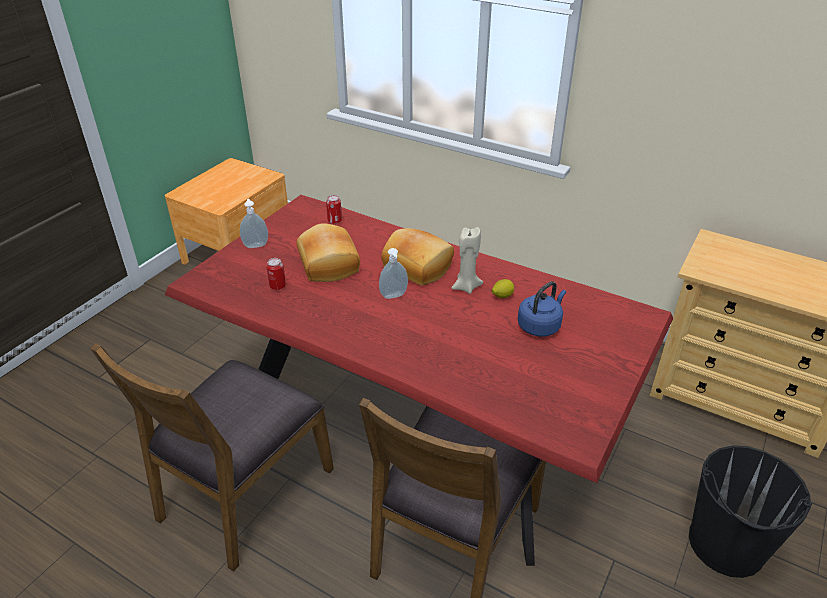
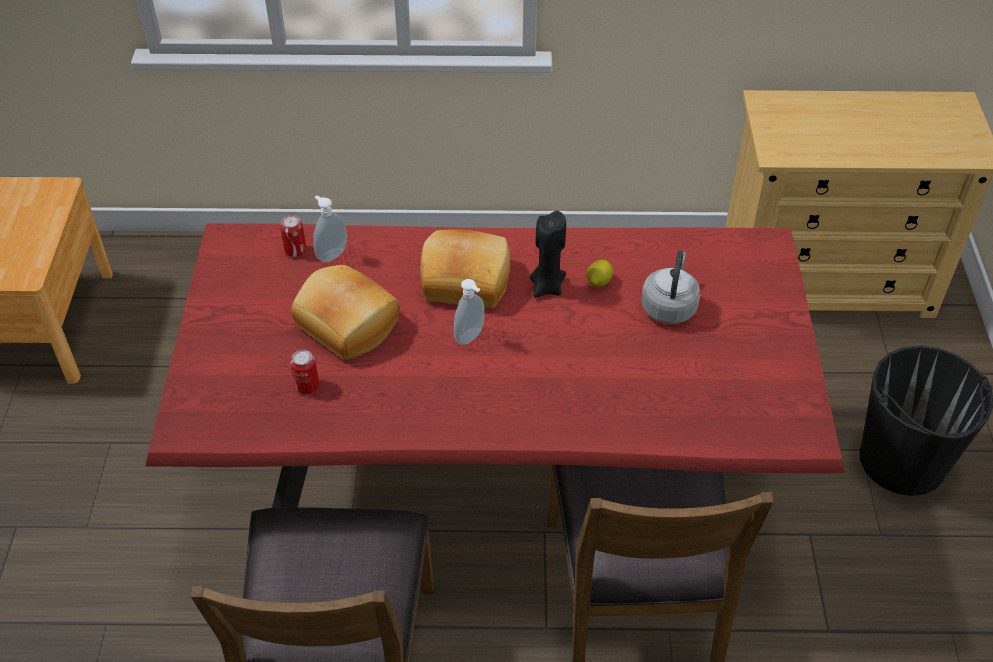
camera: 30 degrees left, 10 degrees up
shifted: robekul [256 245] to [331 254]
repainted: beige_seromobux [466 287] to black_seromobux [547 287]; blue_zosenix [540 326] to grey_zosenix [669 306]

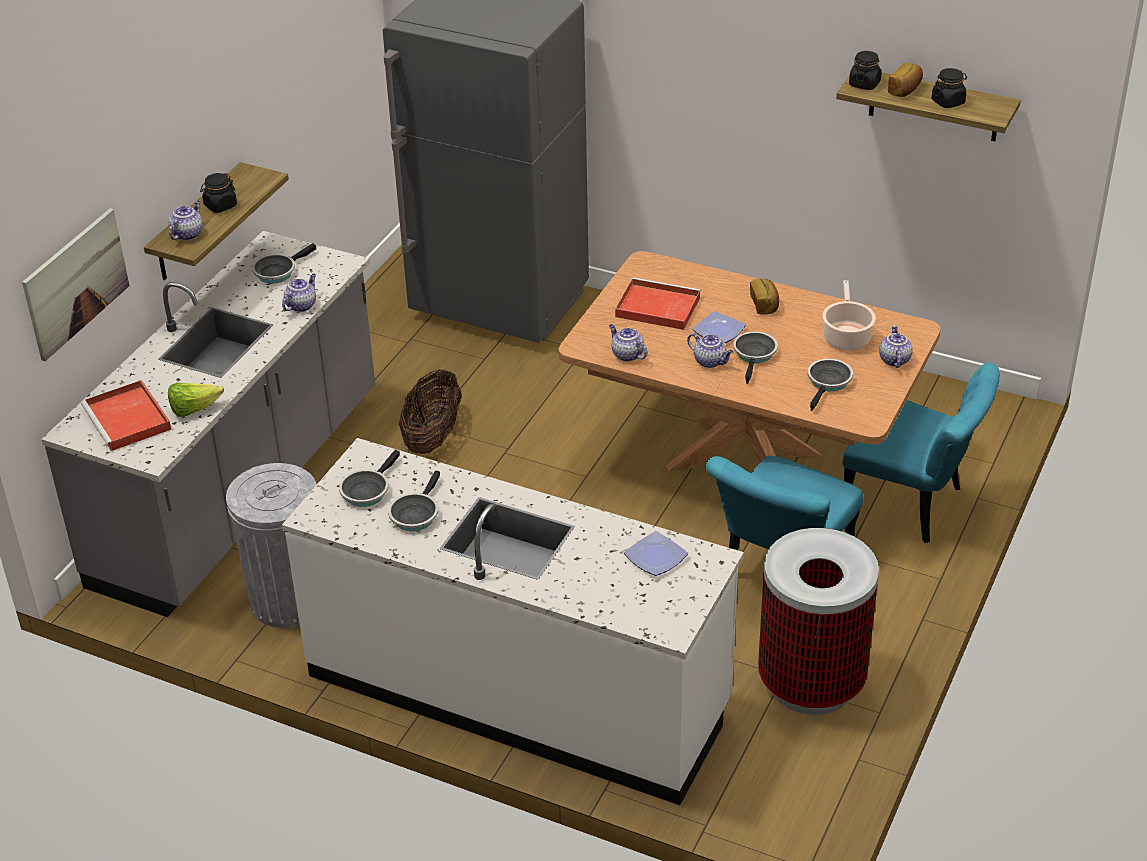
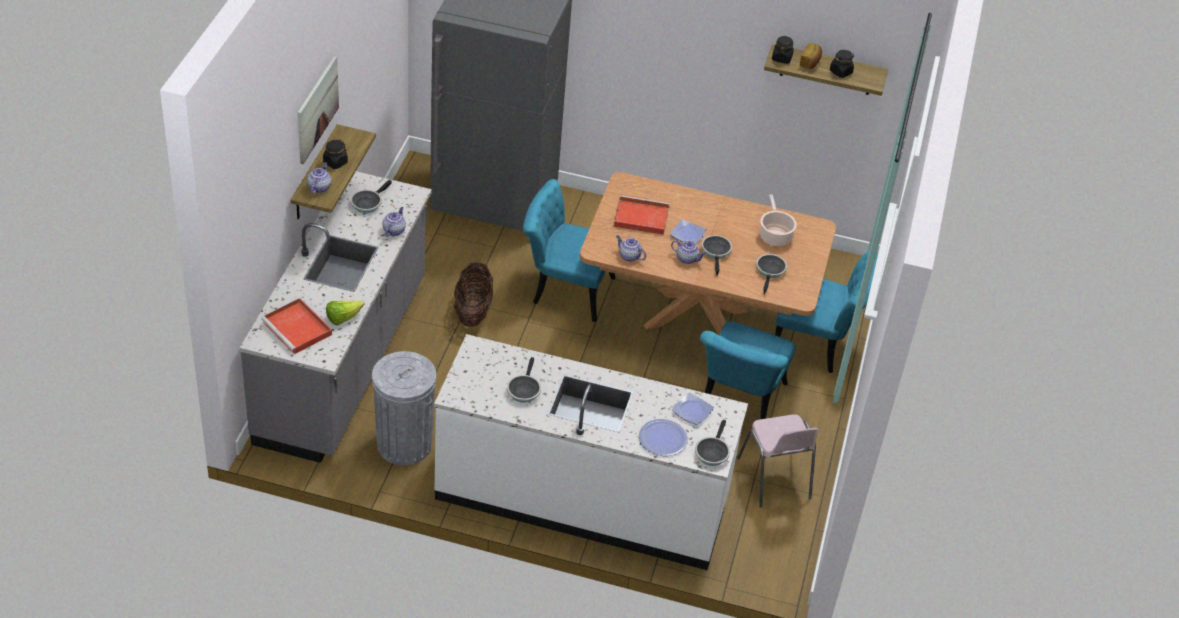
camera: 15 degrees left, 5 degrees up
gone: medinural [764 305]; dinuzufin [893 360]
new: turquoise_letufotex [564 289]; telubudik [662 438]
shifted: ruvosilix [75 283] to [317 109]; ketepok [367 490] to [712 452]
swapped: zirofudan [811 683] to pink_letufotex [774 479]

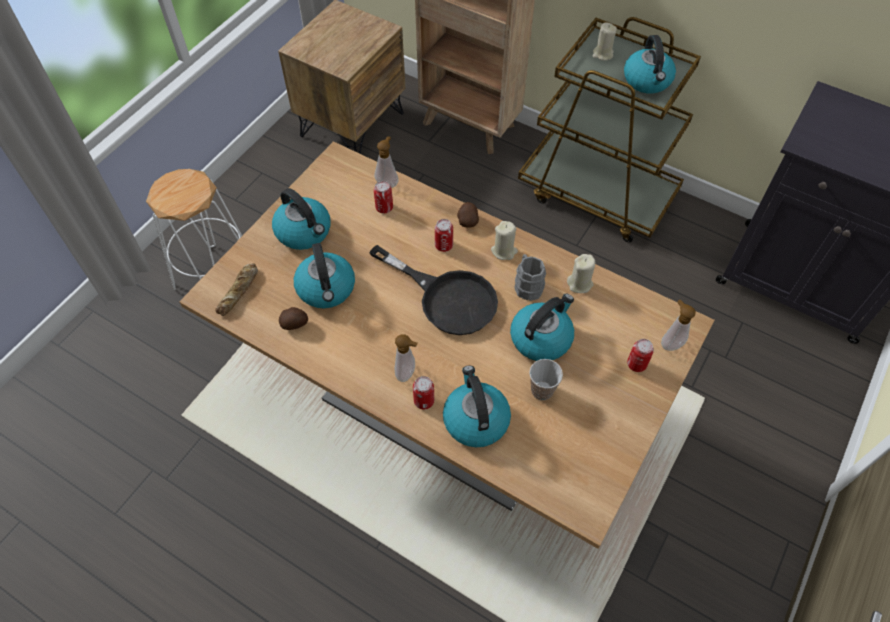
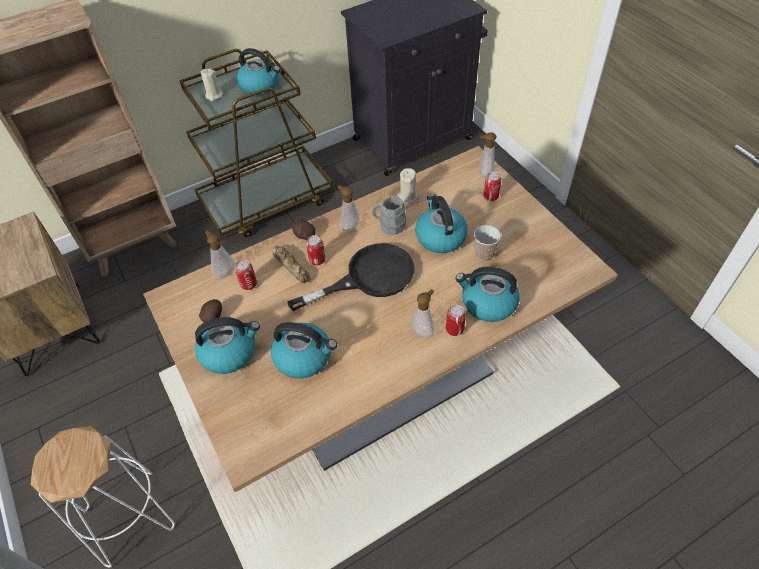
camera: 60 degrees left, 5 degrees down
shifted: medinural [239 291] to [291 266]; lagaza [295 324] to [214 316]
swapped: beige_seromobux [504 251] to robekul [349 226]

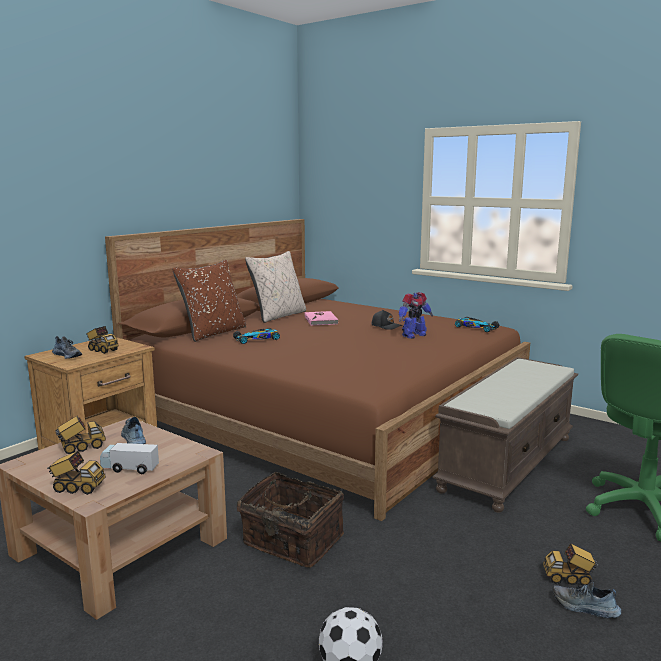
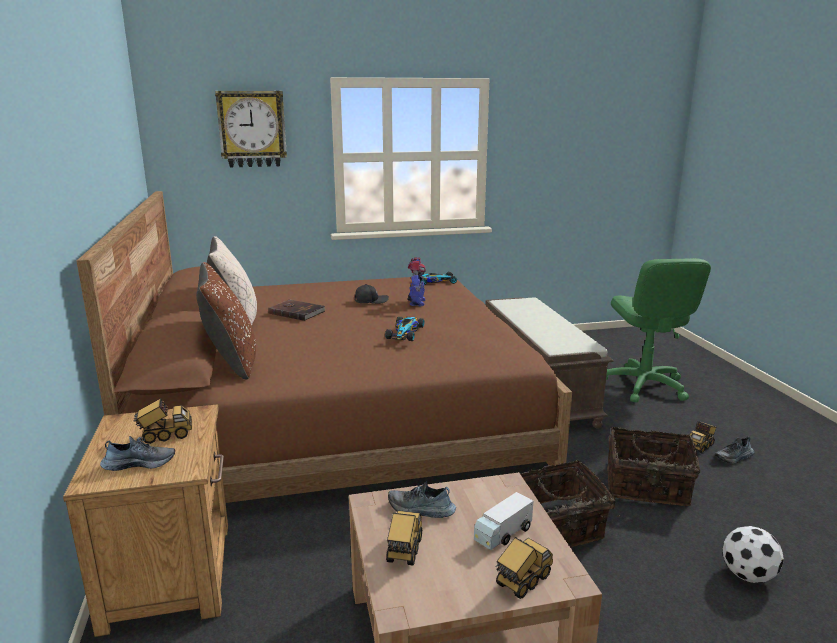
camera: 50 degrees left, 5 degrees up
new: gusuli [252 129]; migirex [647 487]
shifted: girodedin [257 339] to [405 332]
repainted: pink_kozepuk [321 320] to brown_kozepuk [297 312]

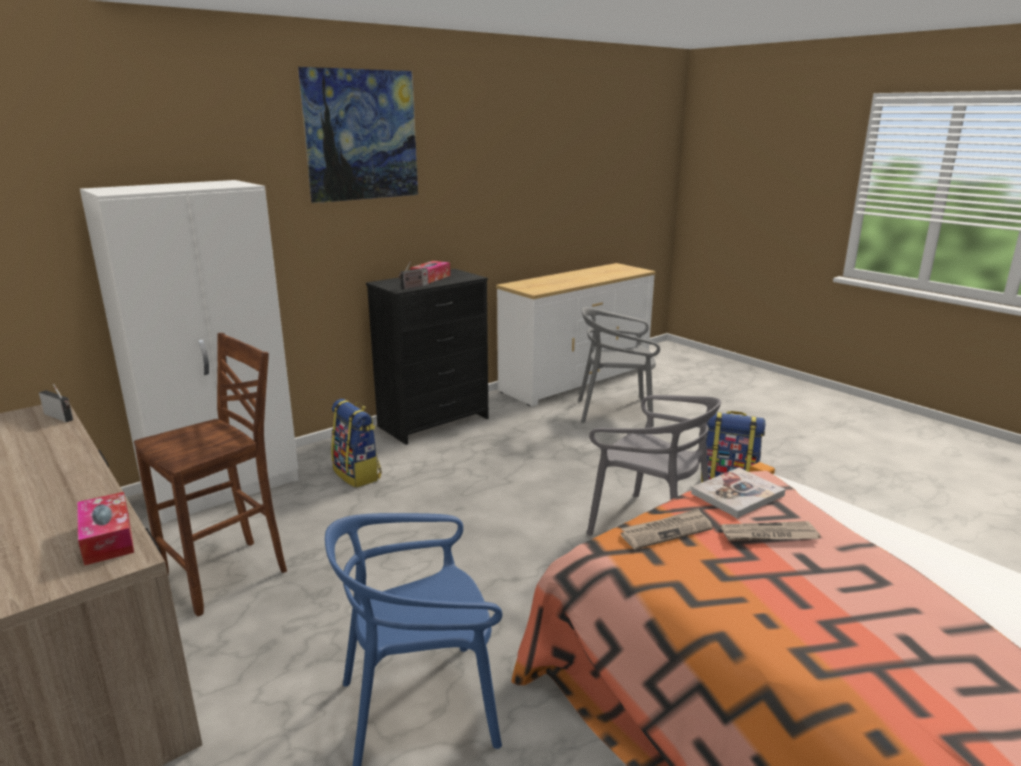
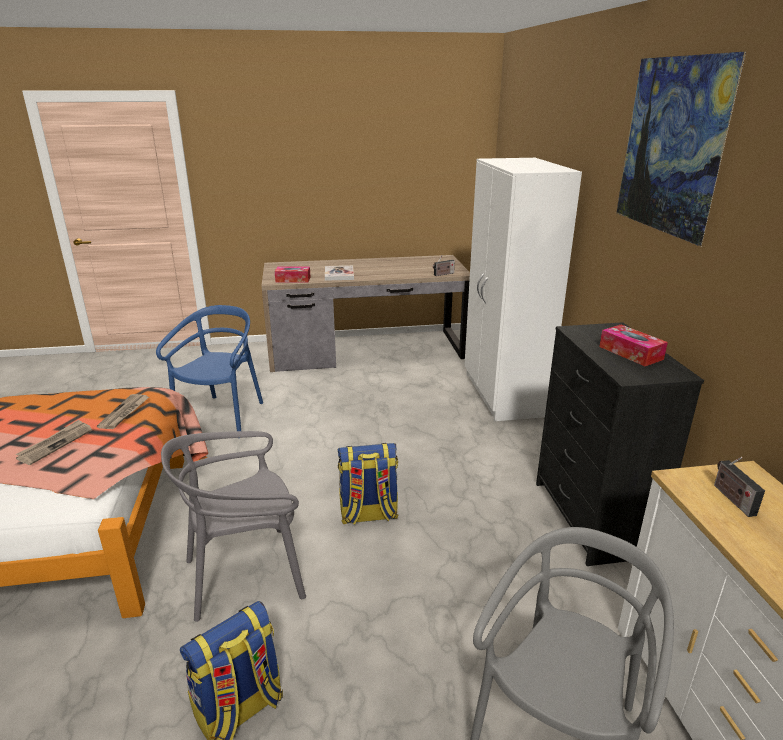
camera: 120 degrees right, 5 degrees up
gone: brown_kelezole [229 574]
shifted: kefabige [358 474] to [368 514]; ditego [414 287] to [731 498]; kozepuk [737 494] to [339 274]

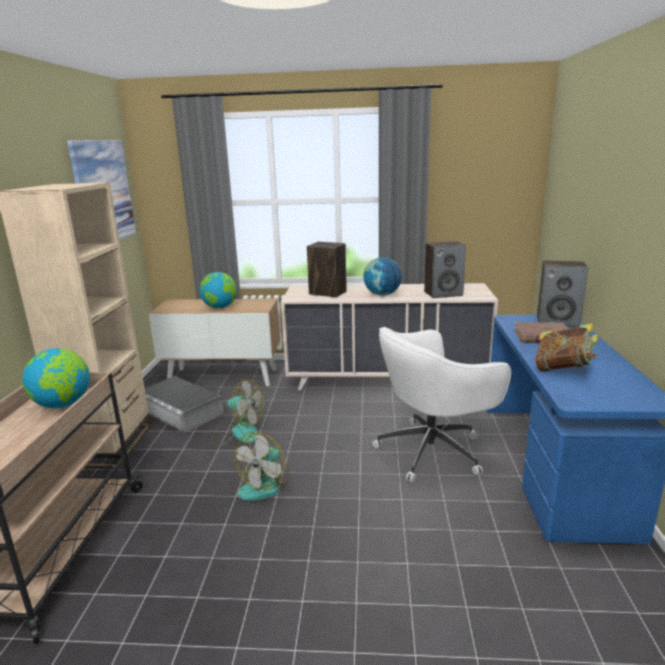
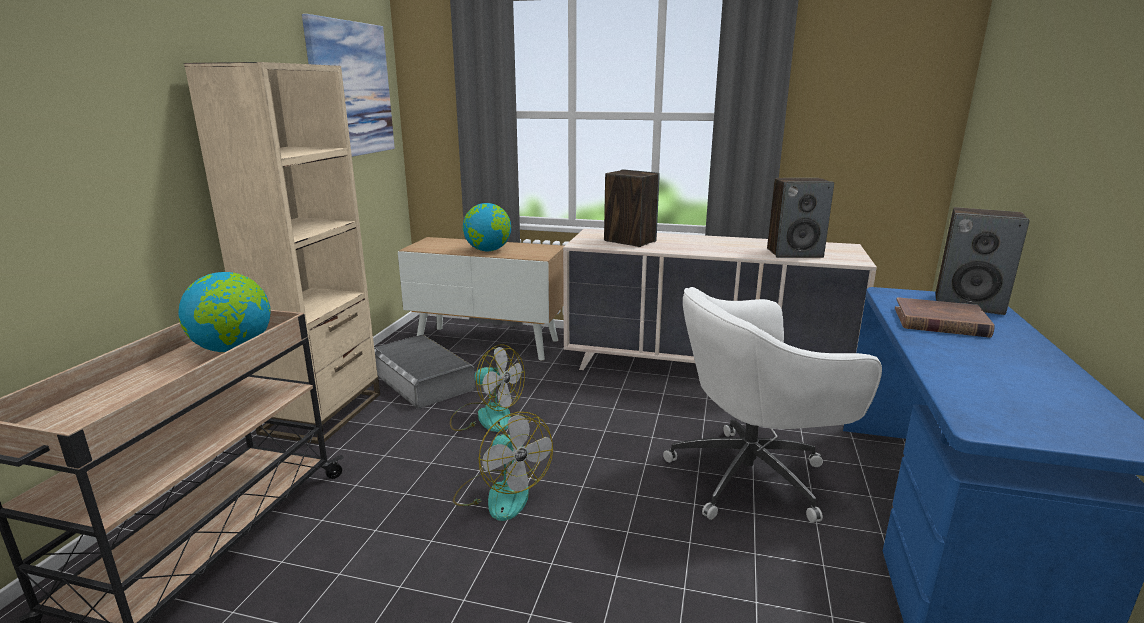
camera: 10 degrees right, 0 degrees up
gone: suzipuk [382 294]; kozepuk [563 369]
rotated: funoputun [265 485] = [501 493] 75 degrees counterclockwise

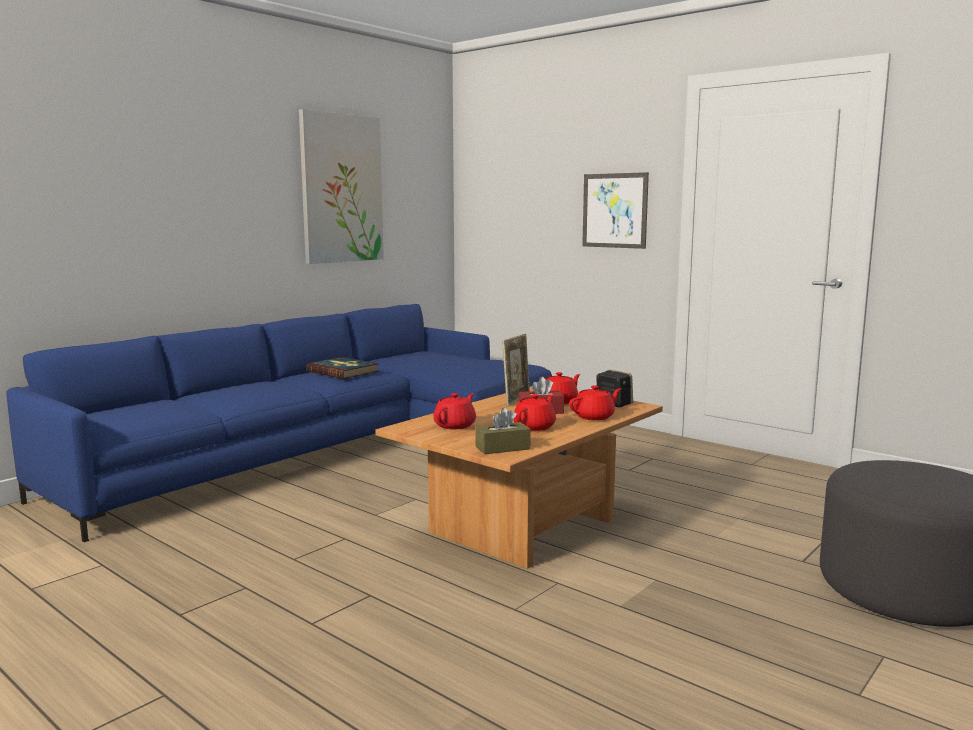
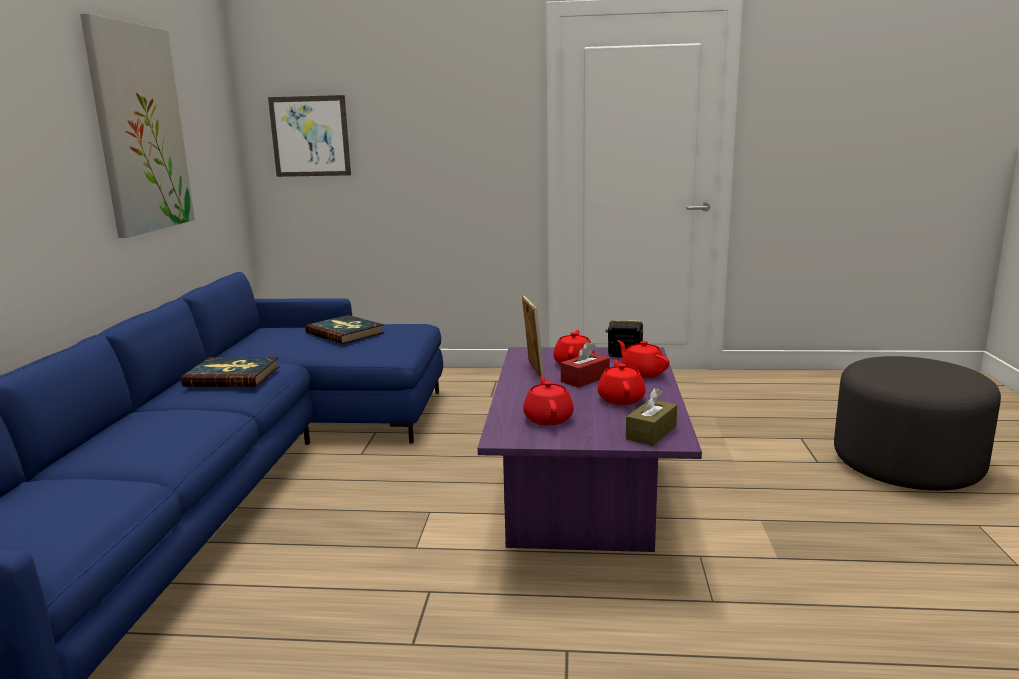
camera: 35 degrees left, 5 degrees up
new: kozepuk [345 333]
shifted: ruvosilix [614 210] to [310 136]
repainted: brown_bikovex [525 528] to purple_bikovex [585 508]
rotated: red_dinuzufin [594 417] = [642 373] 60 degrees counterclockwise

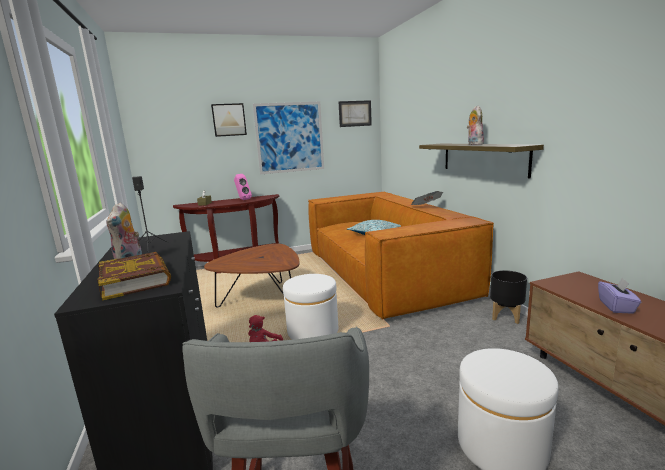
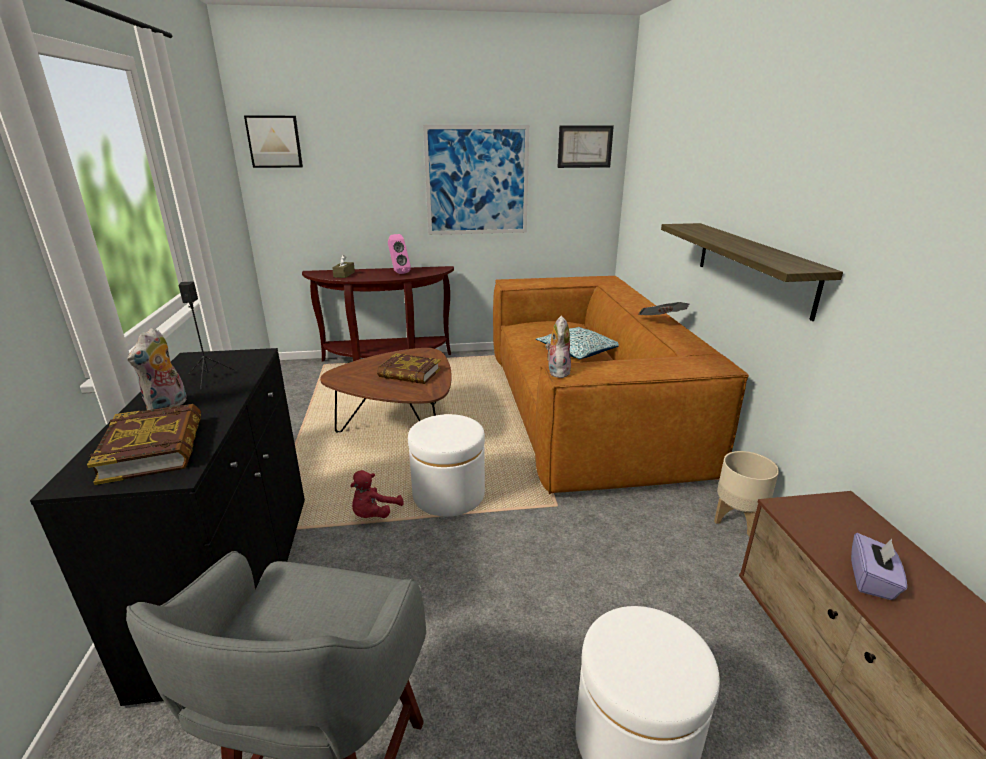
camera: 10 degrees right, 10 degrees up
new: kozepuk [409 373]
shifted: ruvosilix [229 120] to [274 141]; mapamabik [474 144] to [557 371]
repainted: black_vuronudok [506 316] to beige_vuronudok [738 520]

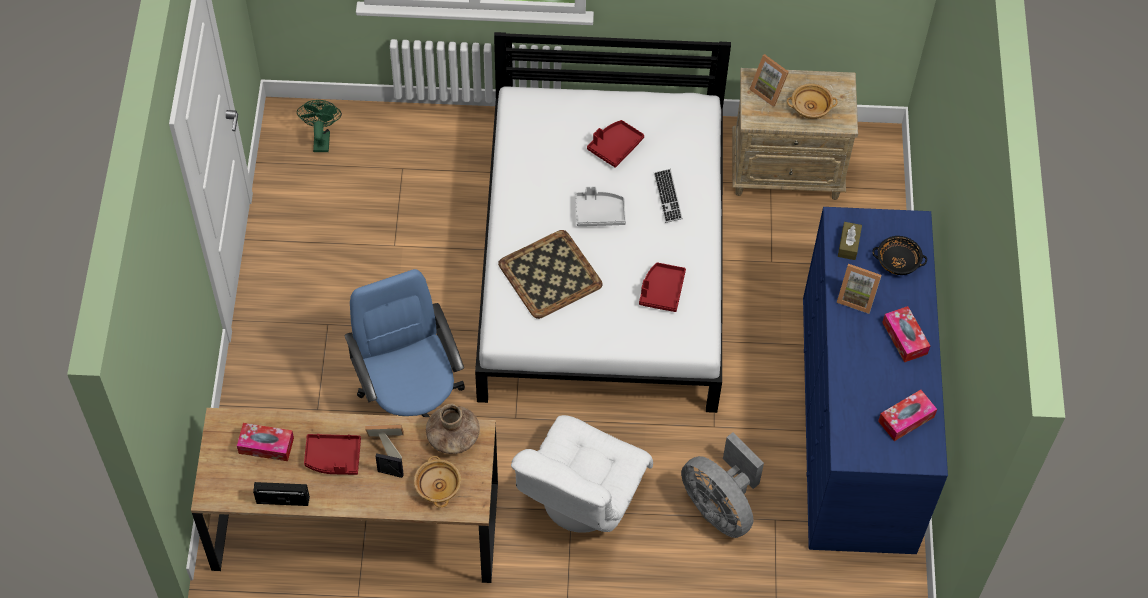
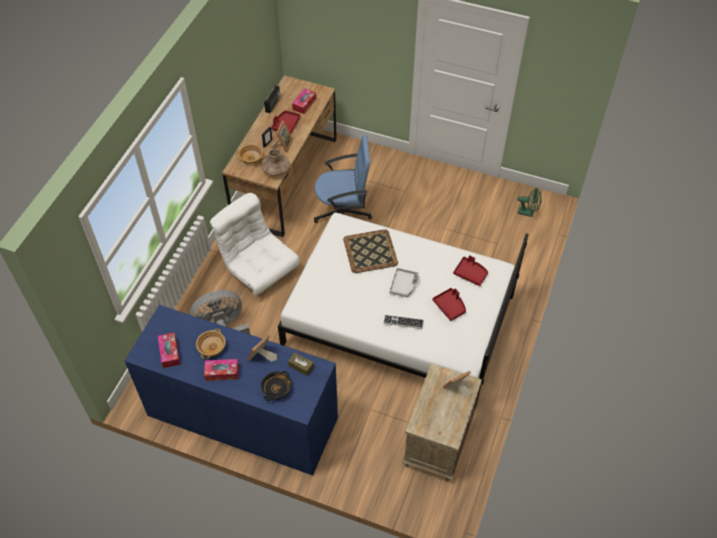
camera: 110 degrees right, 5 degrees down
shifted: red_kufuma [661 291] to [470 273]; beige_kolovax [810 108] to [212 347]

